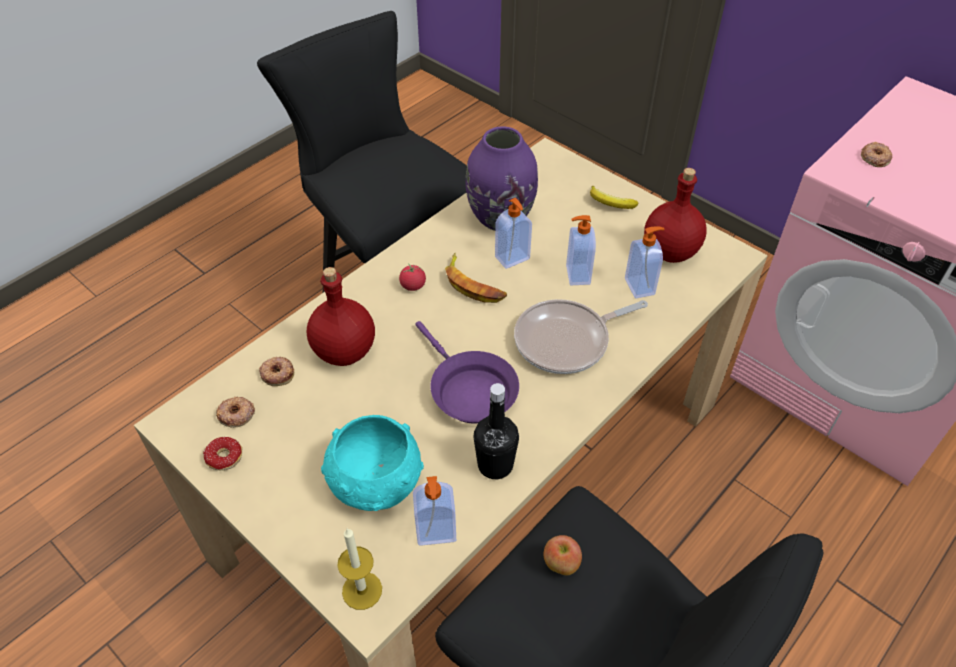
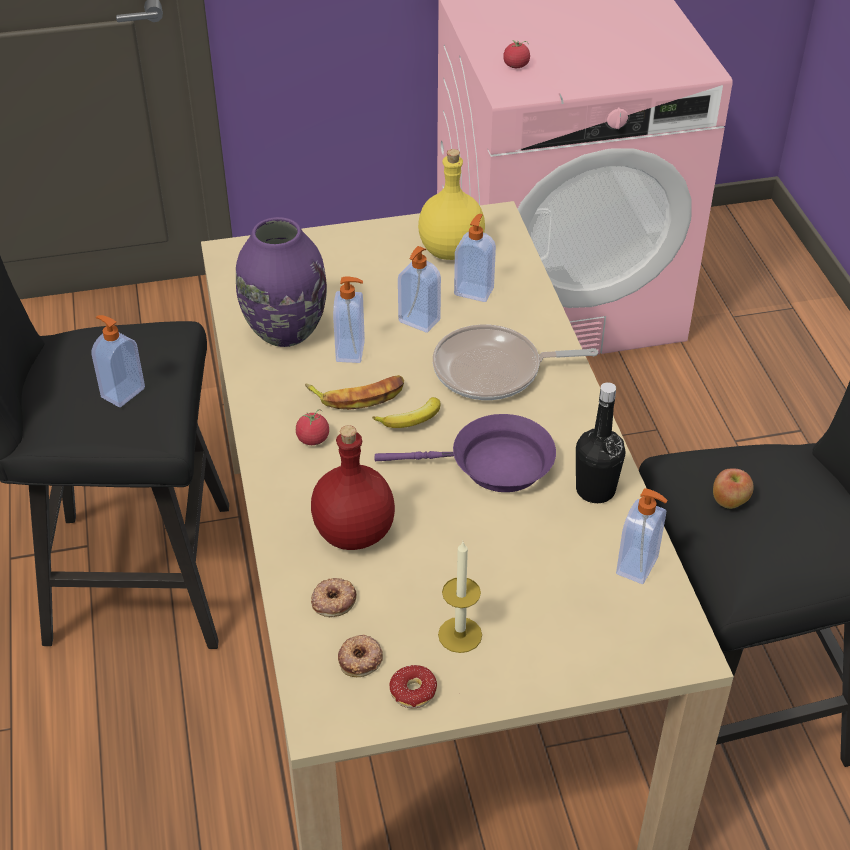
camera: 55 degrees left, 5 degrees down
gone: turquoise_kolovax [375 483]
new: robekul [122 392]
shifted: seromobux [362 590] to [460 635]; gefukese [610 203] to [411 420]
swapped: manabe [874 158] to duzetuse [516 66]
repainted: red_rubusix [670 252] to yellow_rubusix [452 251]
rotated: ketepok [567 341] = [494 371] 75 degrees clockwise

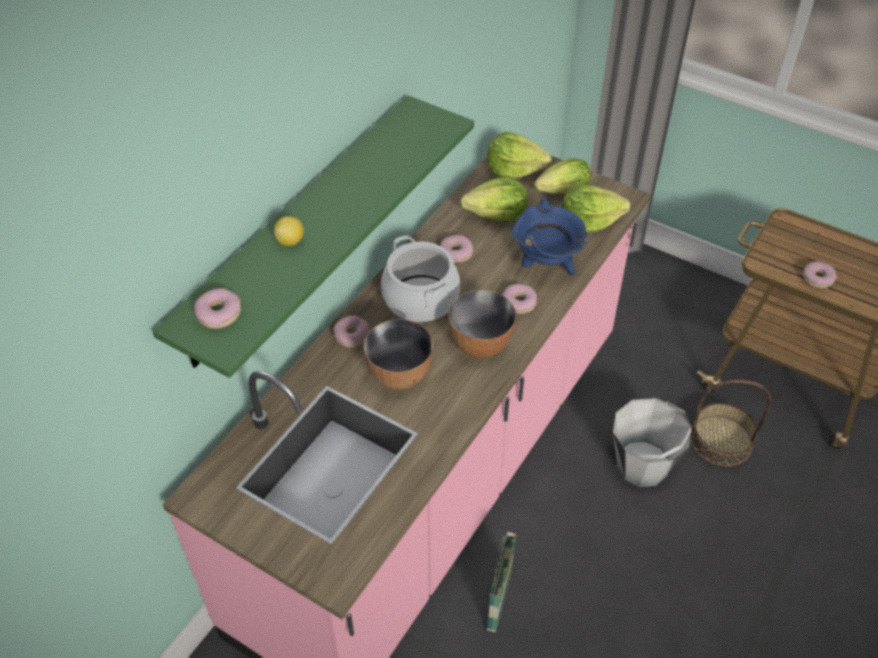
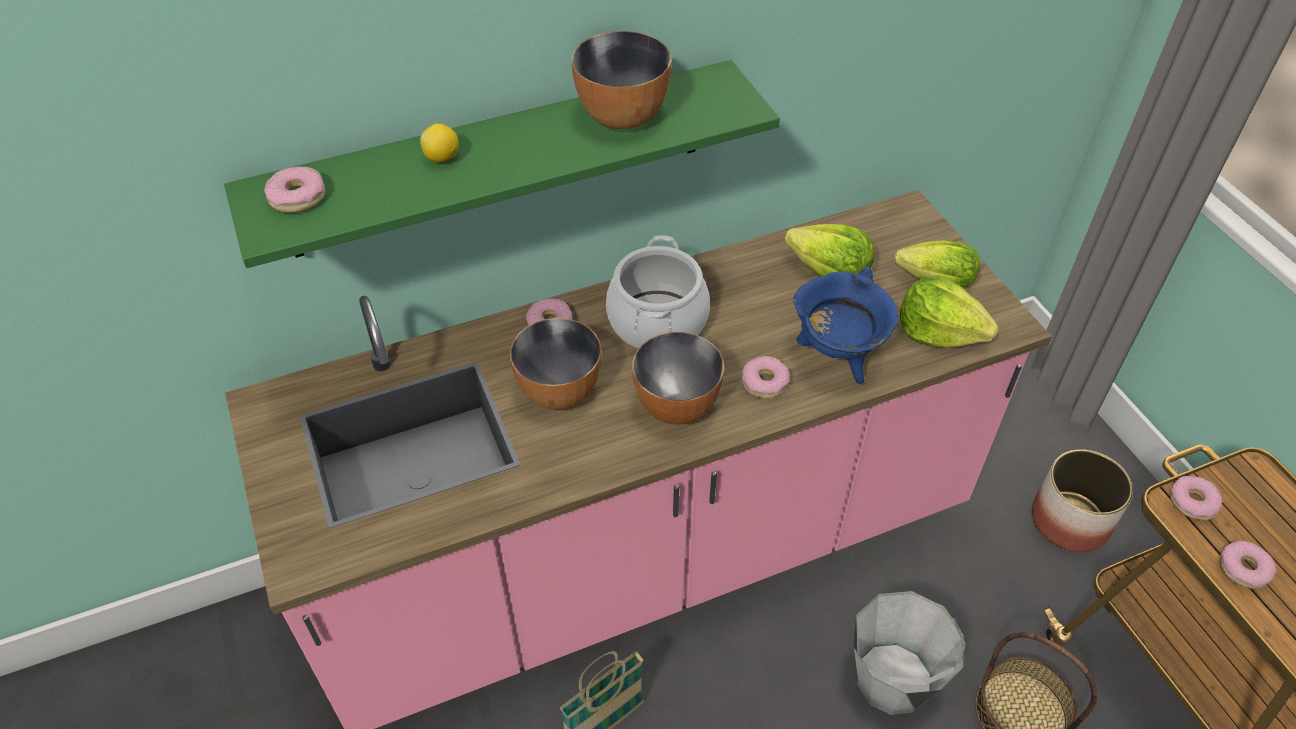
camera: 35 degrees right, 0 degrees up
gone: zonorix [514 169]
new: kolovax [623 116]; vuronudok [1070 521]
shifted: manabe [456 253] to [1192 502]

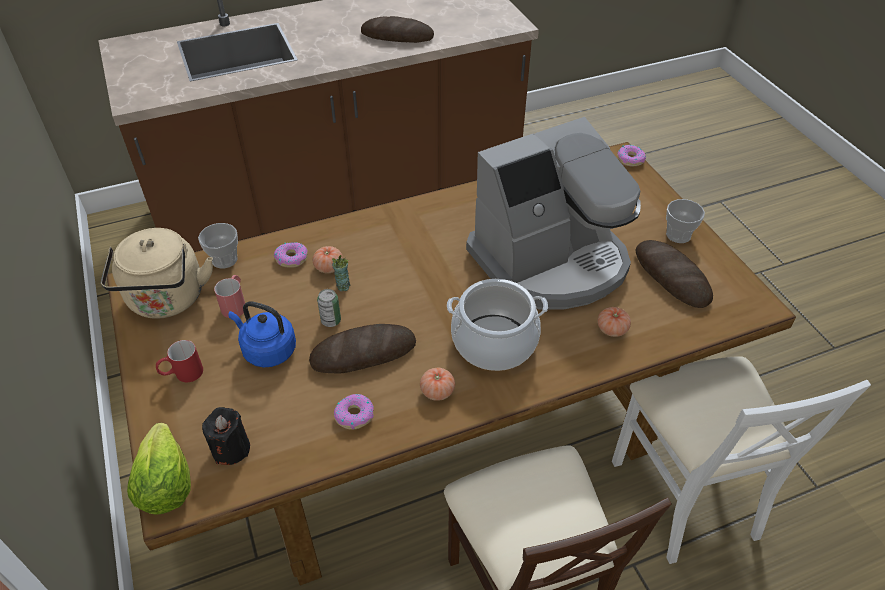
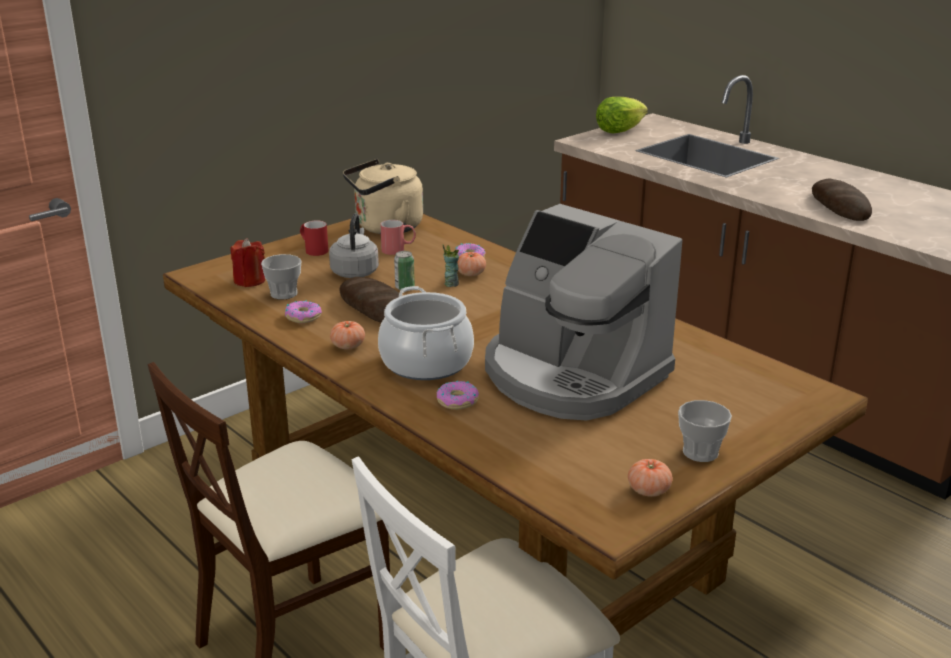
camera: 70 degrees right, 20 degrees down
gone: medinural [671 277]
shifted: zonorix [166 485] to [618 131]; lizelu [224 259] to [284 294]; duzetuse [612 329] to [648 490]; manabe [630 159] to [457 401]
repainted: black_seromobux [231 449] to red_seromobux [249 281]; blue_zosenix [267 350] to grey_zosenix [355 271]

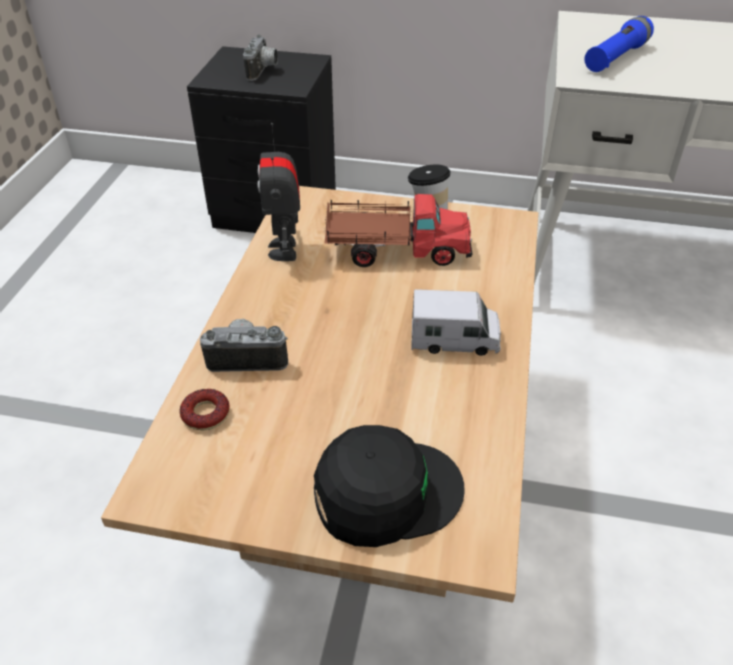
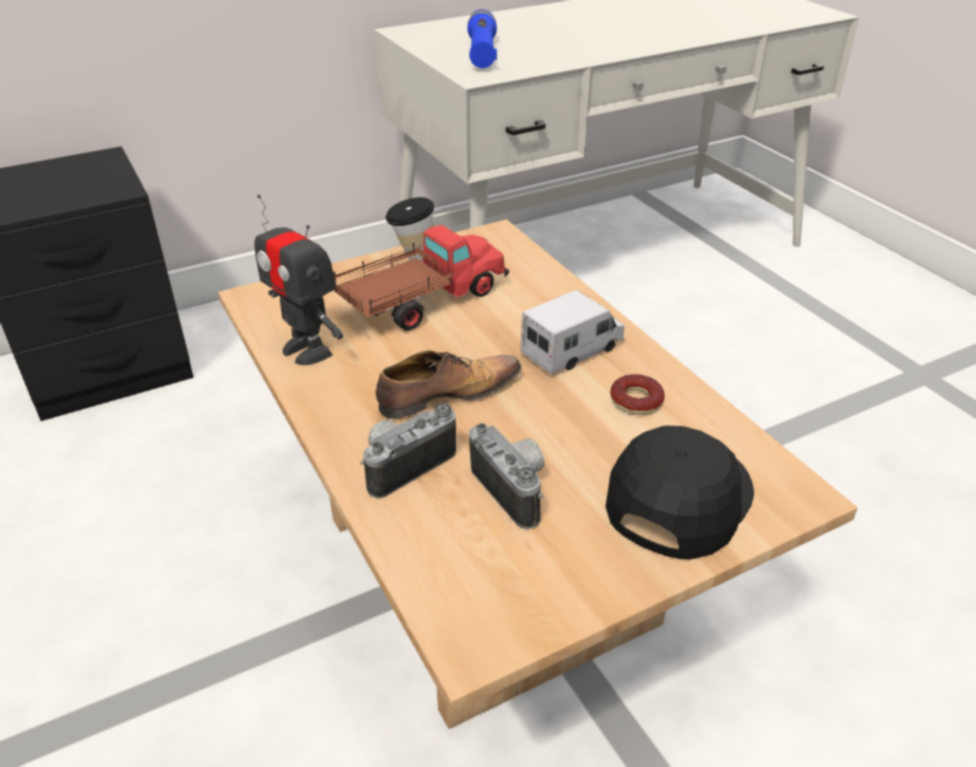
camera: 40 degrees left, 5 degrees down
new: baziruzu [446 395]
shifted: manabe [206 414] to [636 400]; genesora [263 71] to [515 489]

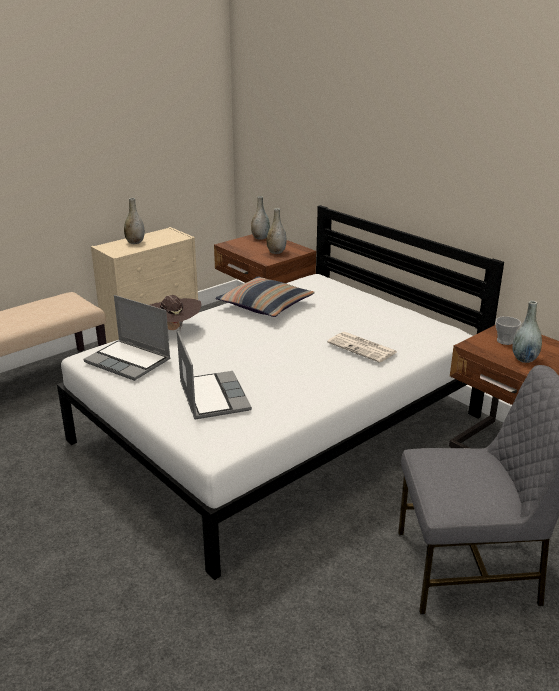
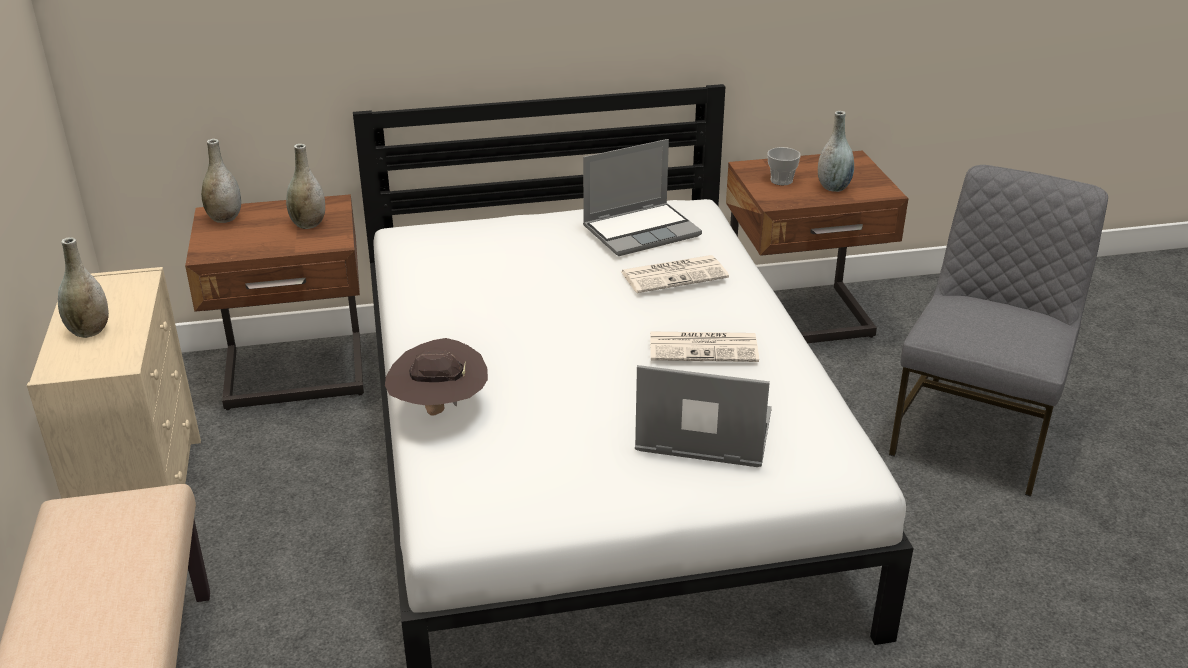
camera: 60 degrees left, 5 degrees up
gone: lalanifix [265 305]
new: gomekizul [704 347]
shifted: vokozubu [129 361] to [642 230]

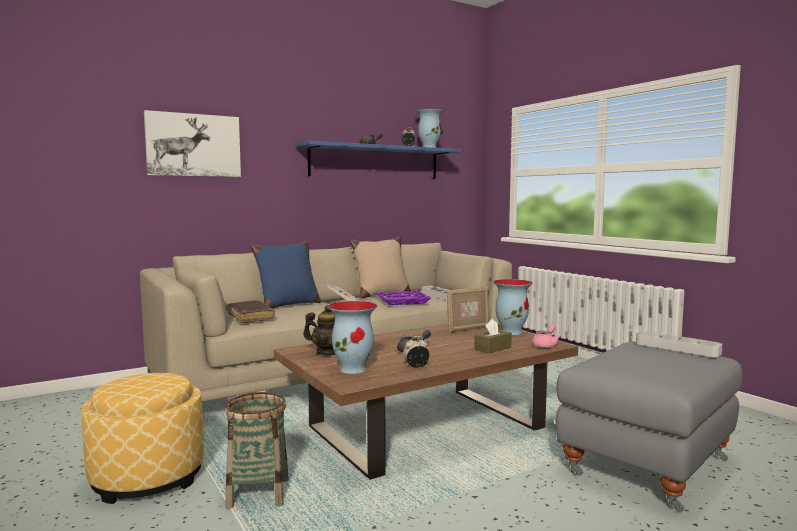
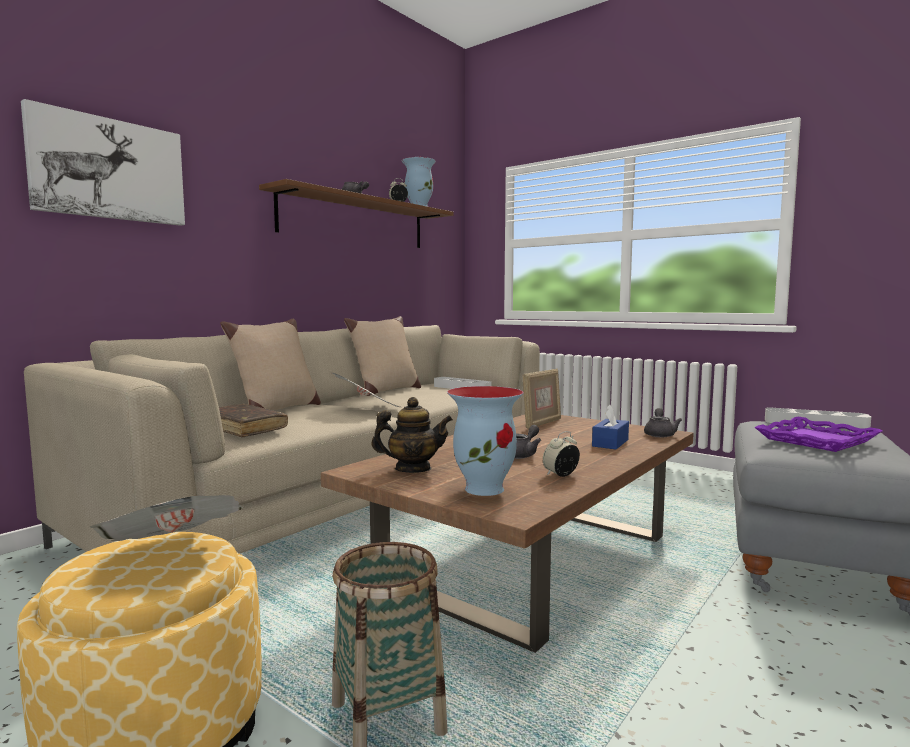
camera: 20 degrees left, 0 degrees up
gone: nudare [511 332]
new: gomekizul [173 555]
shifted: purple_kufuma [402 301] to [815 440]
repainted: blue_lalanifix [287 305] to beige_lalanifix [276 410]; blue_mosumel [375 162] to brown_mosumel [355 221]; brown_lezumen [492 348] to blue_lezumen [610 443]; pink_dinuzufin [546 345] to grey_dinuzufin [660 434]

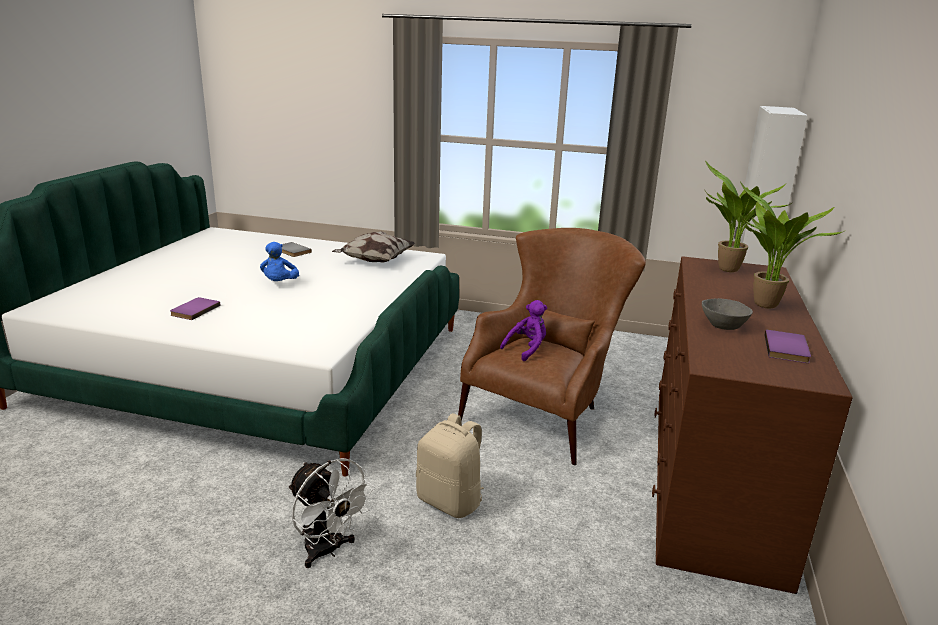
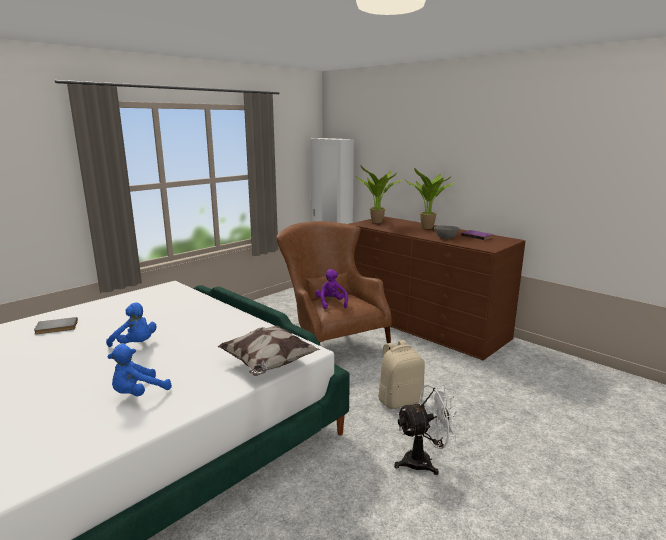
camera: 60 degrees left, 5 degrees down
shifted: lalanifix [374 261] to [268 365]
swapped: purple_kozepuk [194 310] to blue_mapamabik [138 394]

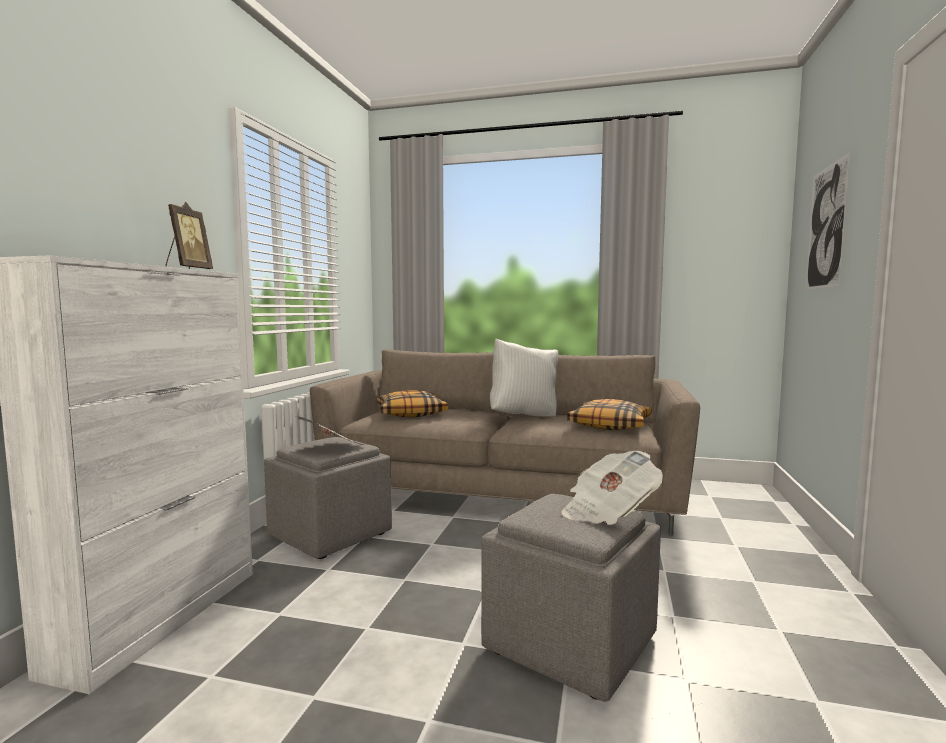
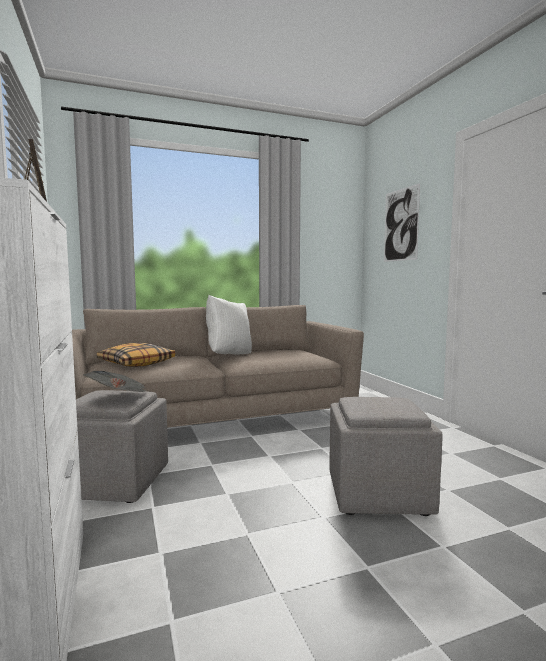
camera: 35 degrees left, 0 degrees up
gone: gomekizul [608 512]; lalanifix [610 425]

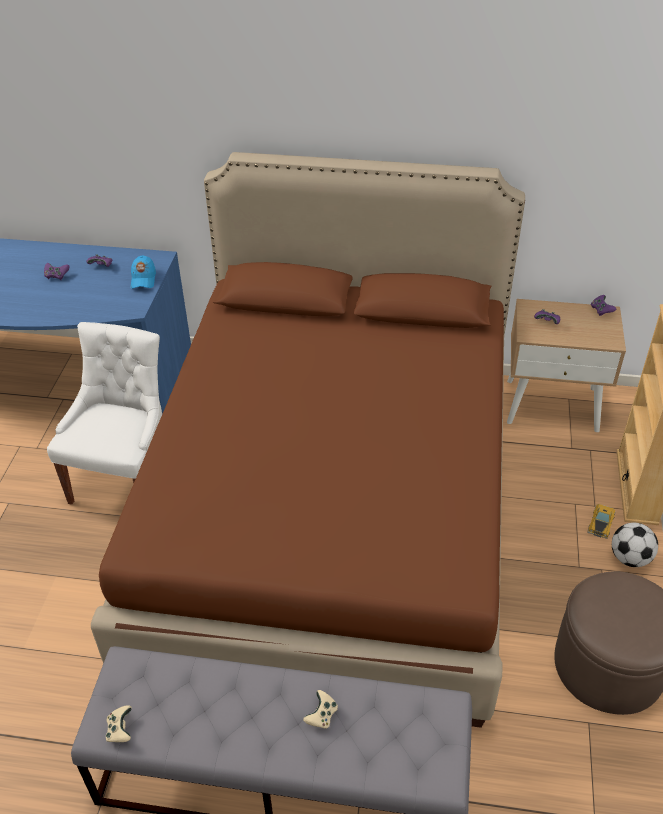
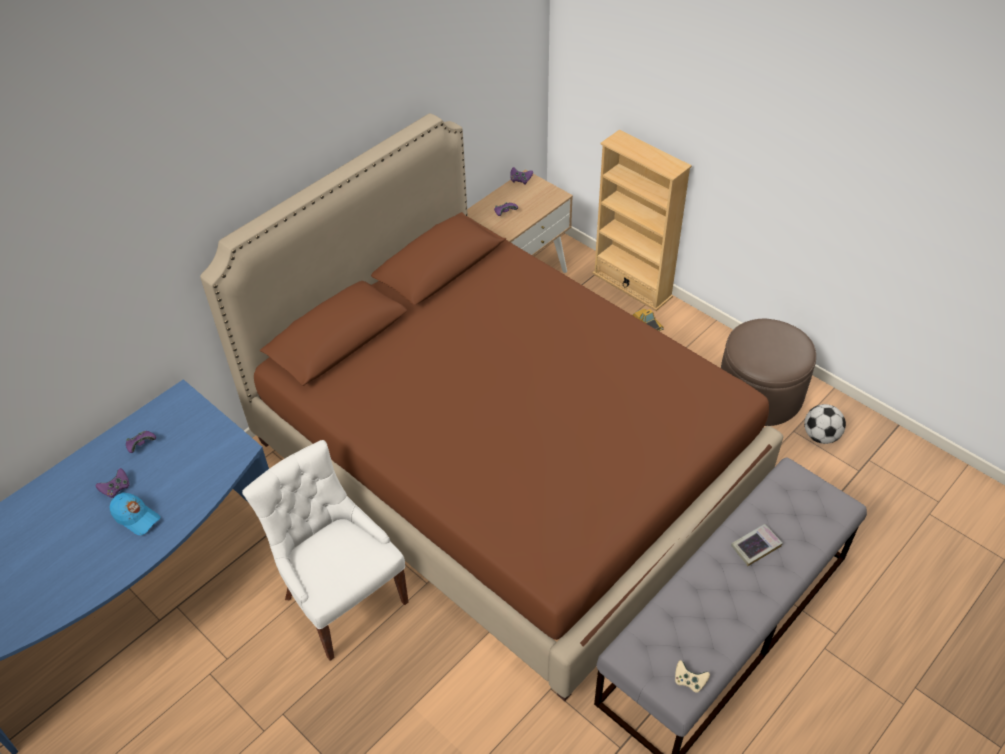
camera: 55 degrees left, 5 degrees up
shifted: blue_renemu [143 279] to [136 517]; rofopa [630 558] to [820 436]
swapped: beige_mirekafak [321 716] to kozepuk [755 546]

